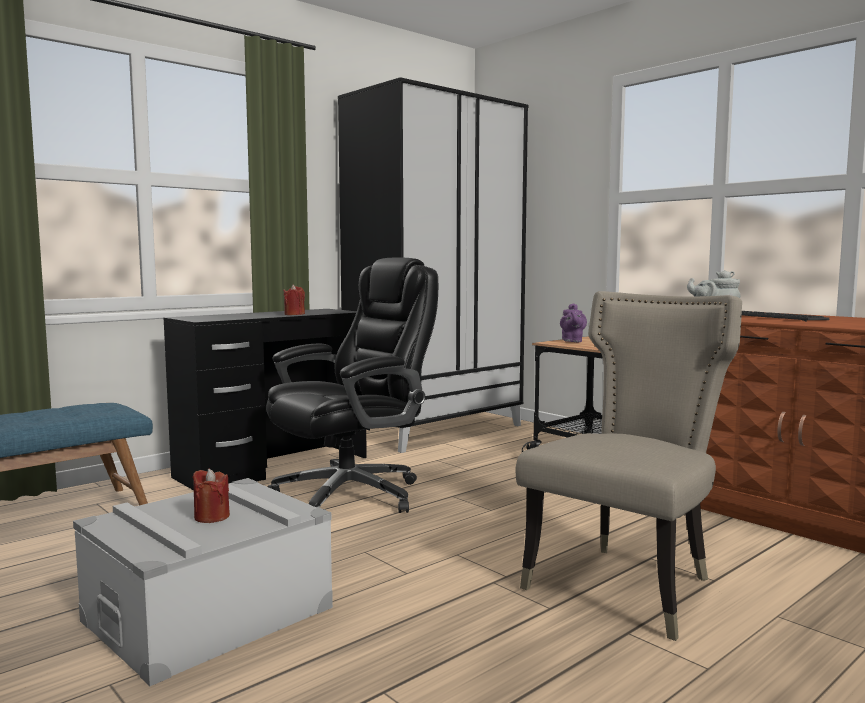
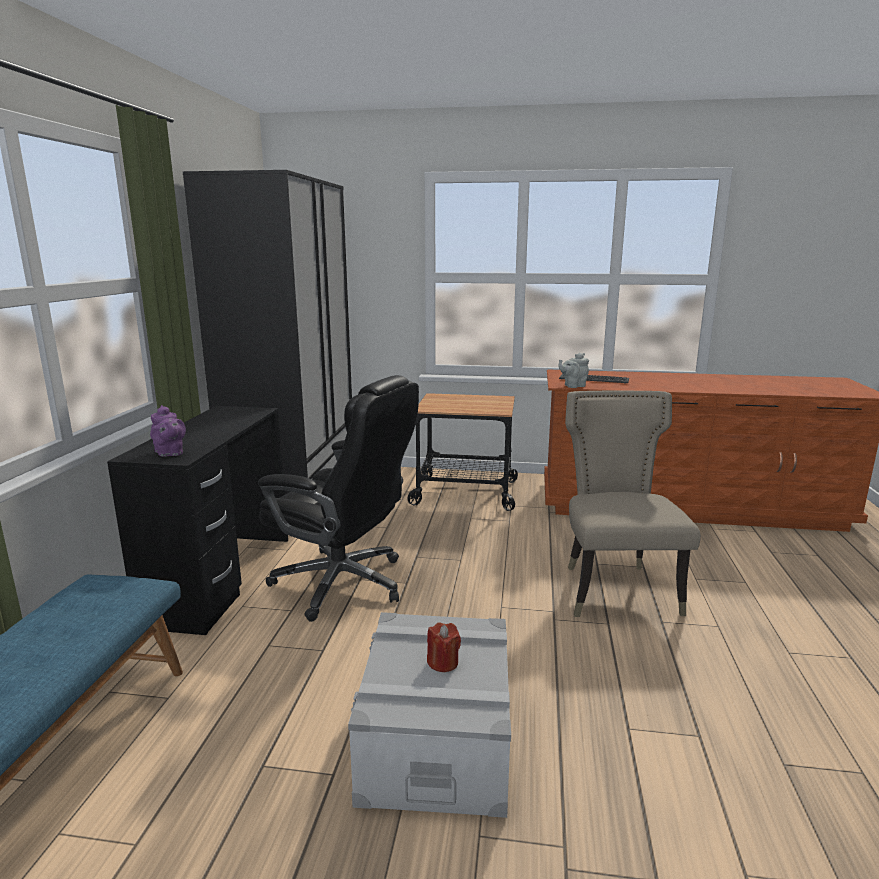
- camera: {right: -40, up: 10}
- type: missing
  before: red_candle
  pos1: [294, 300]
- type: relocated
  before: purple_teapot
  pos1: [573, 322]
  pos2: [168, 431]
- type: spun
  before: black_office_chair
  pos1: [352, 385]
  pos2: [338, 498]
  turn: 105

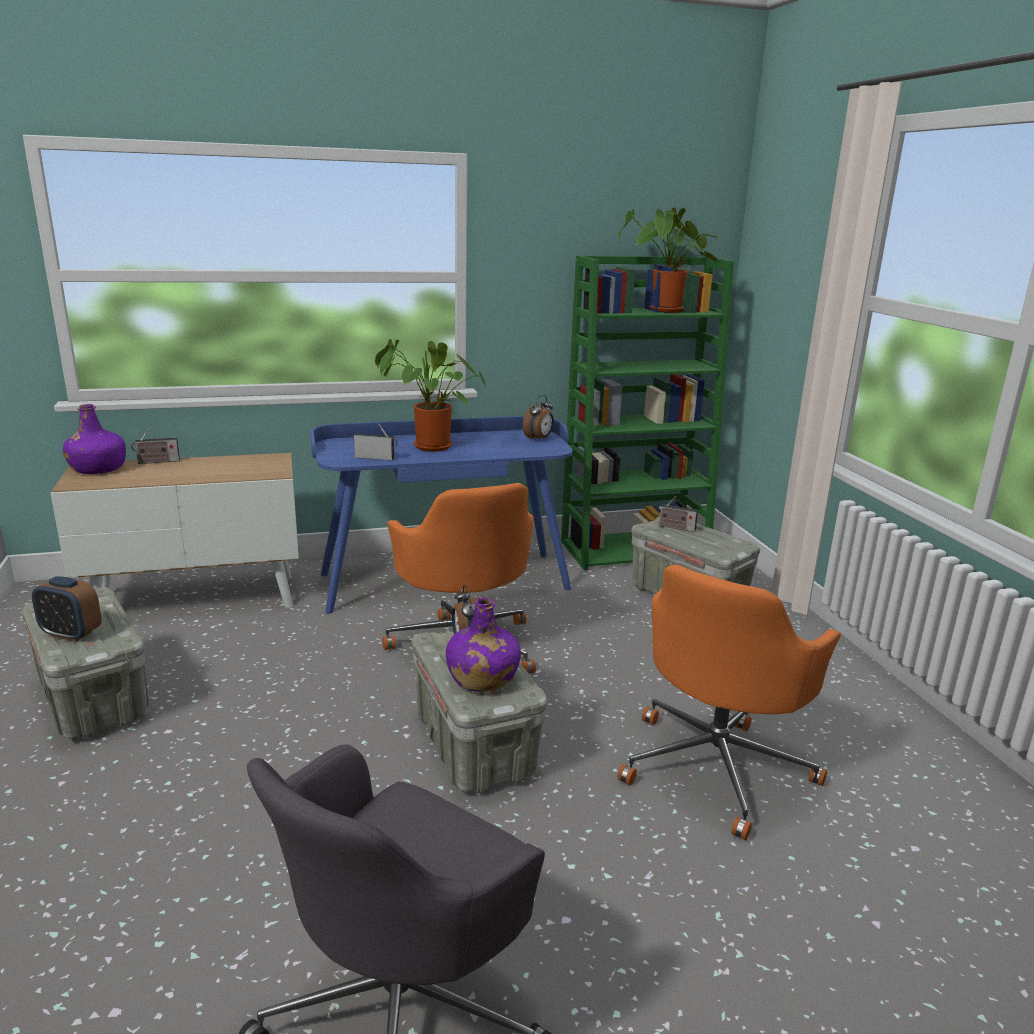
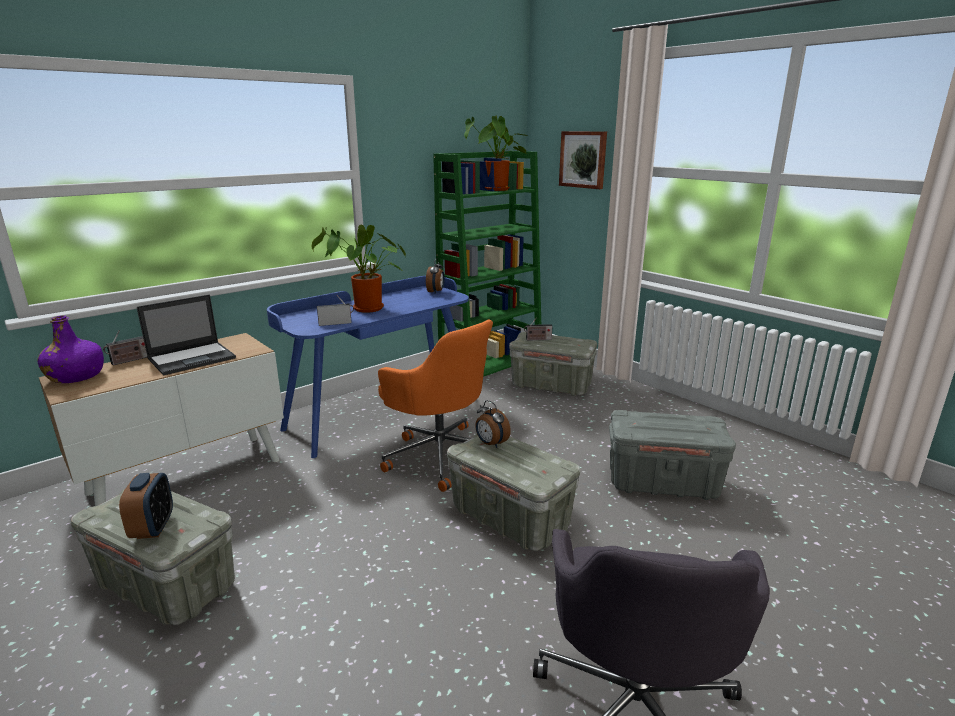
- camera: {right: -25, up: 0}
- type: missing
  before: purple_bottle
  pos1: [483, 644]
- type: appeared
  after: laptop
  pos2: [186, 335]
- type: appeared
  after: picture
  pos2: [583, 160]
- type: exchanged
  before: orange_office_chair
  after: grey_storage_box
  pos1: [729, 702]
  pos2: [672, 455]
- type: spun
  before: alarm_clock
  pos1: [67, 609]
  pos2: [146, 506]
  turn: -90

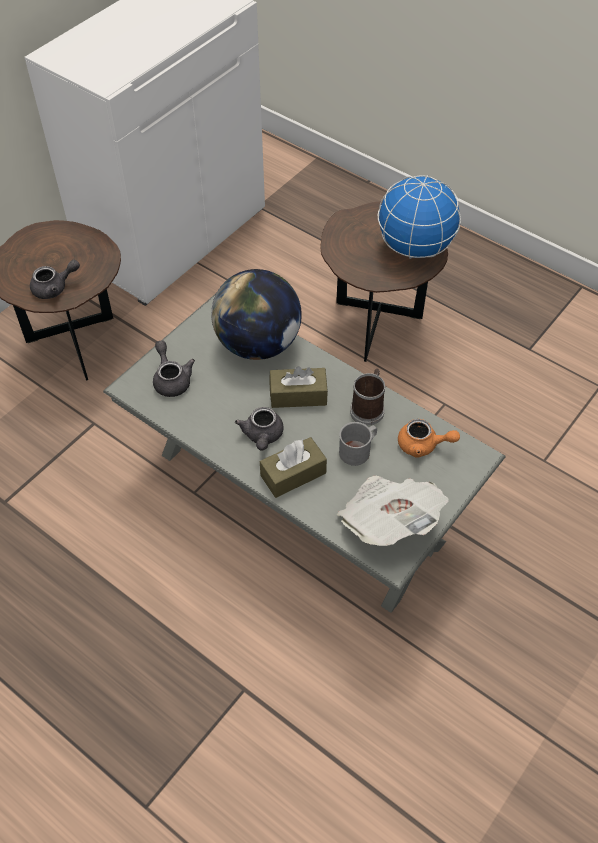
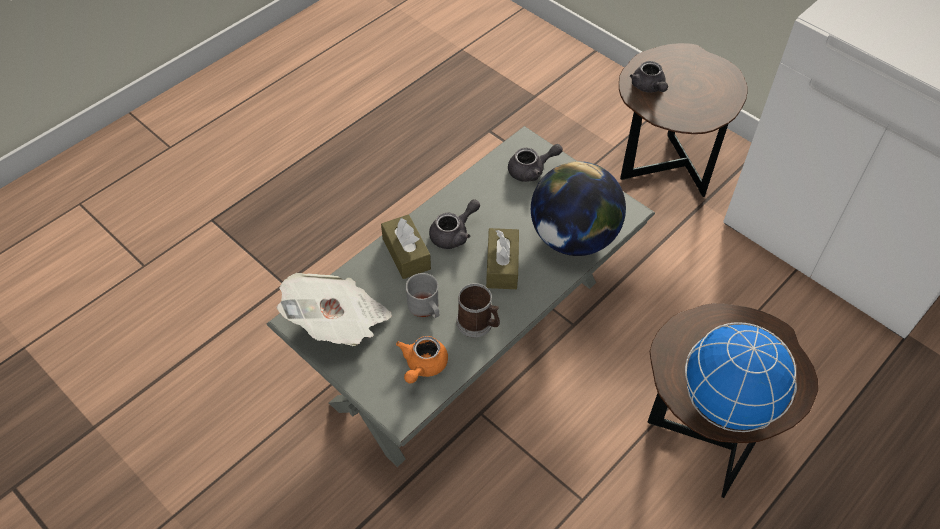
- camera: {right: 95, up: 0}
- type: spun
  before: grey_teapot
  pos1: [259, 429]
  pos2: [454, 224]
  turn: 135

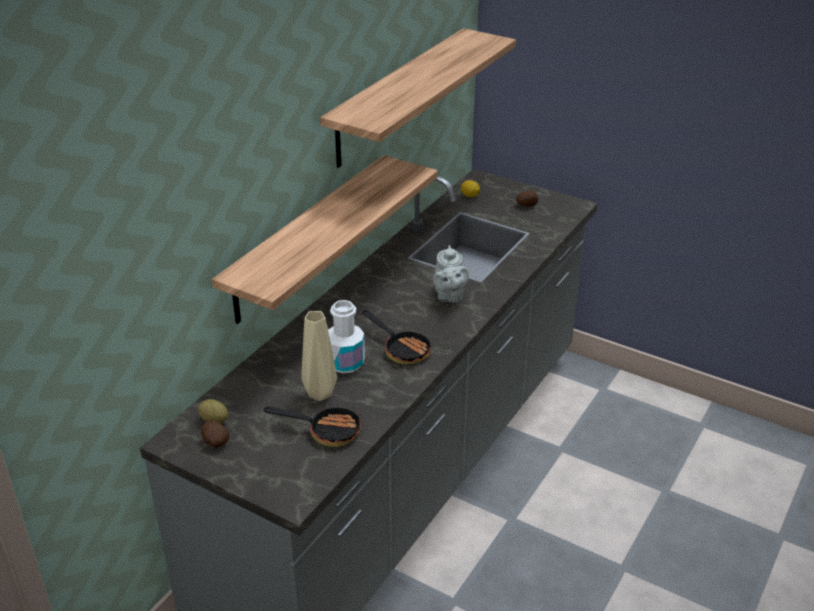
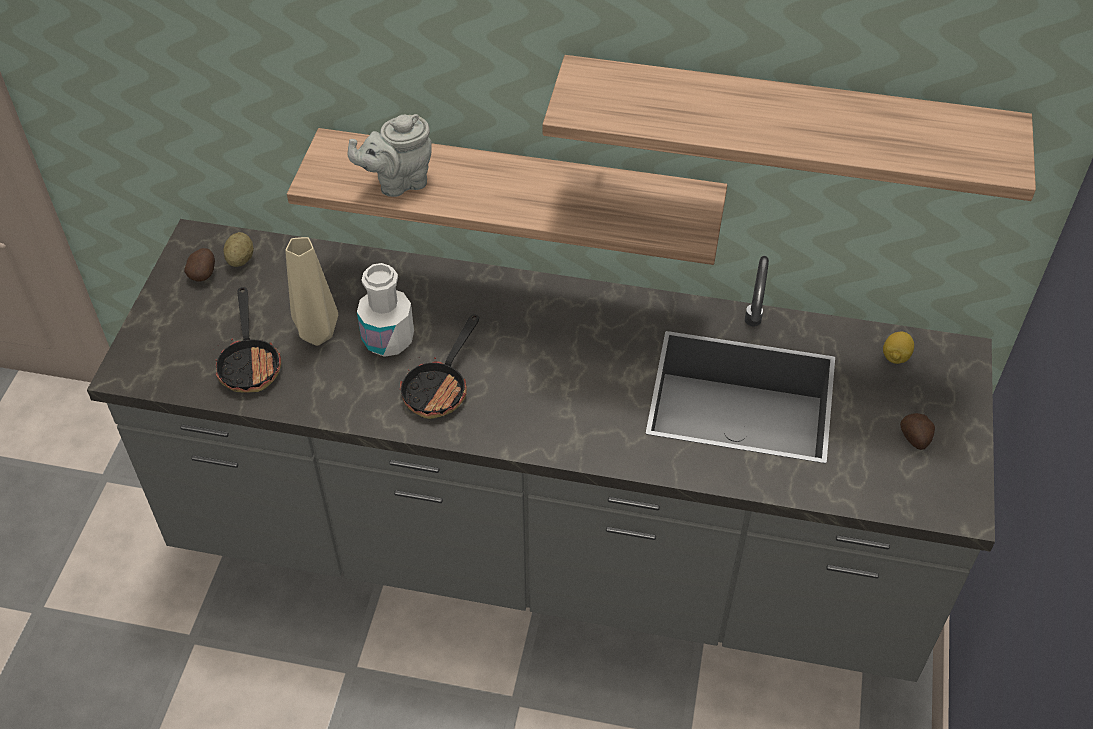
- camera: {right: 70, up: 15}
- type: relocated
  before: grey_teapot
  pos1: [451, 274]
  pos2: [389, 155]

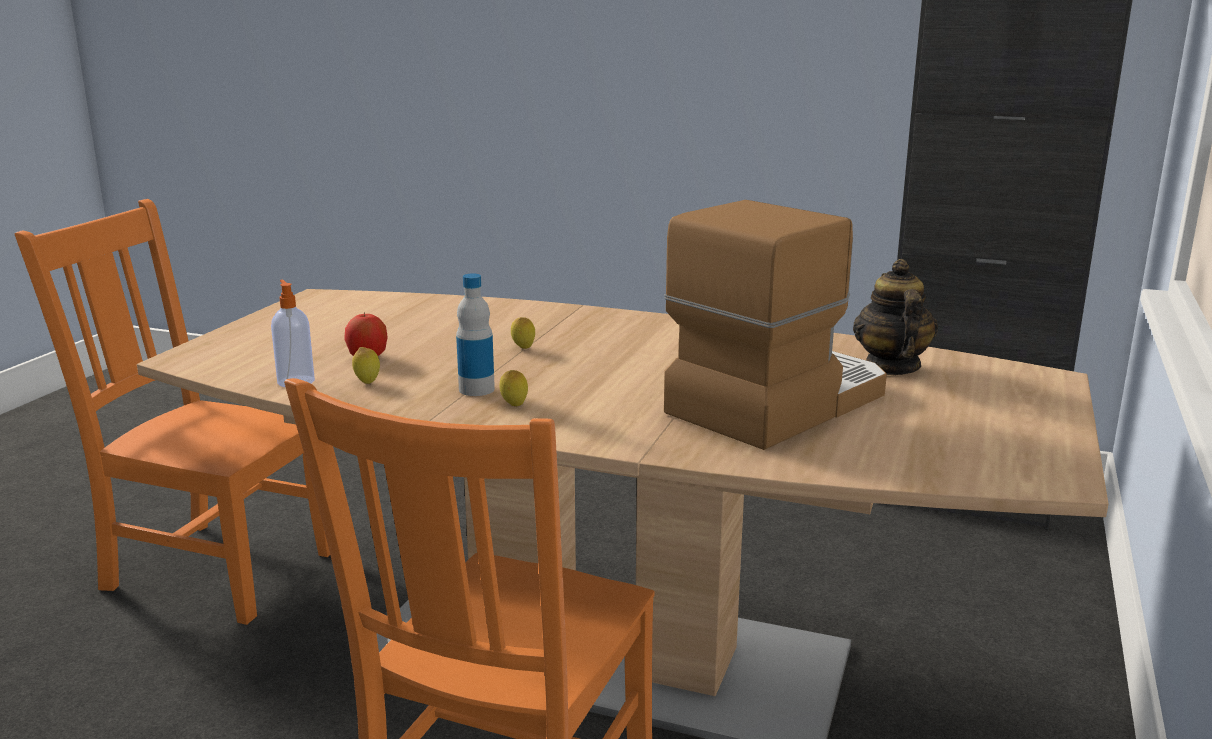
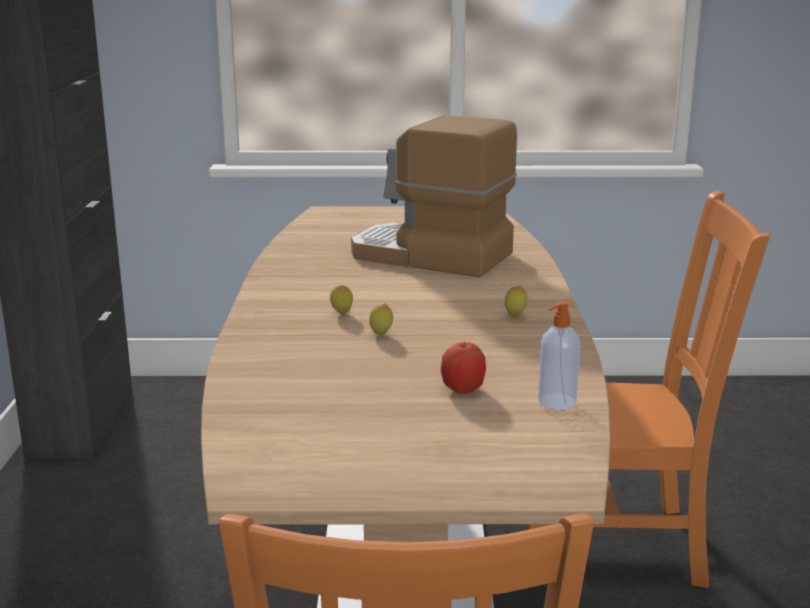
- camera: {right: -110, up: 0}
- type: missing
  before: bottle
  pos1: [475, 334]
- type: missing
  before: teapot
  pos1: [895, 317]
- type: relocated
  before: lemon
  pos1: [366, 365]
  pos2: [341, 299]

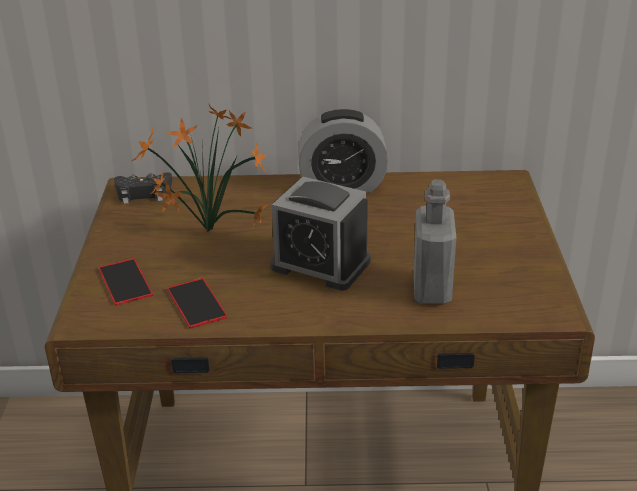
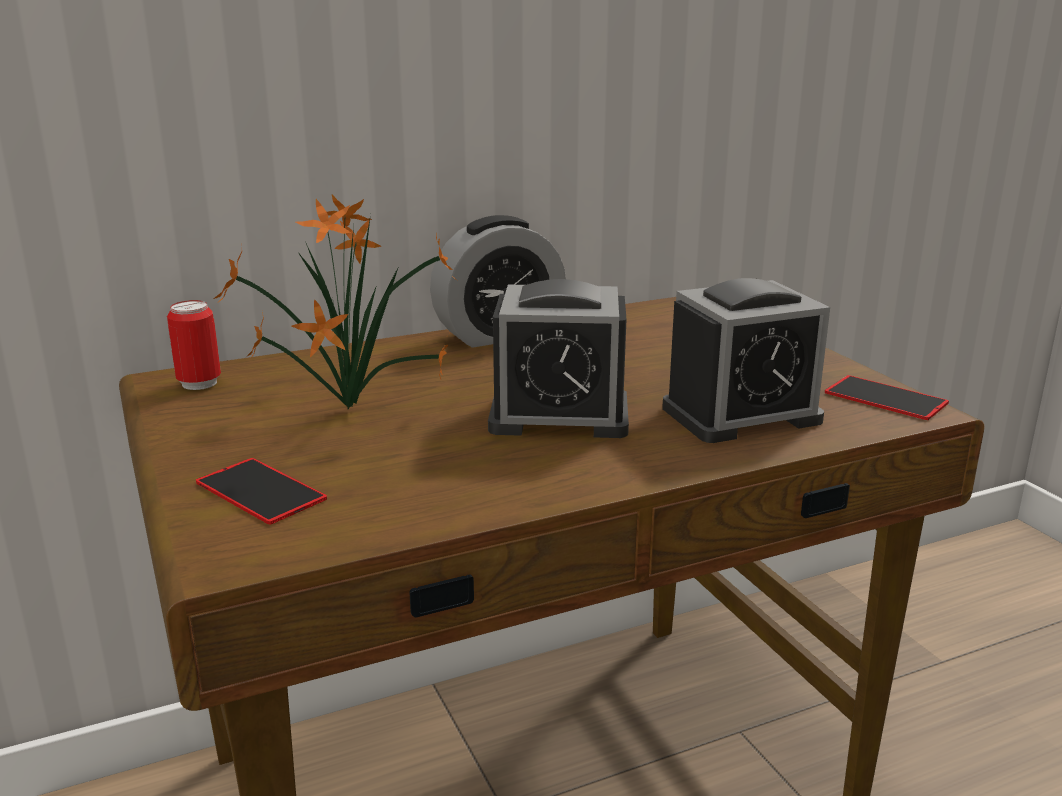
- camera: {right: -25, up: -10}
- type: relocated
  before: phone
  pos1: [197, 303]
  pos2: [887, 397]
- type: exchanged
  before: black_game_controller
  after: can
  pos1: [143, 188]
  pos2: [194, 345]
- type: exchanged
  before: grey_bottle
  after: alarm_clock
  pos1: [435, 242]
  pos2: [746, 360]

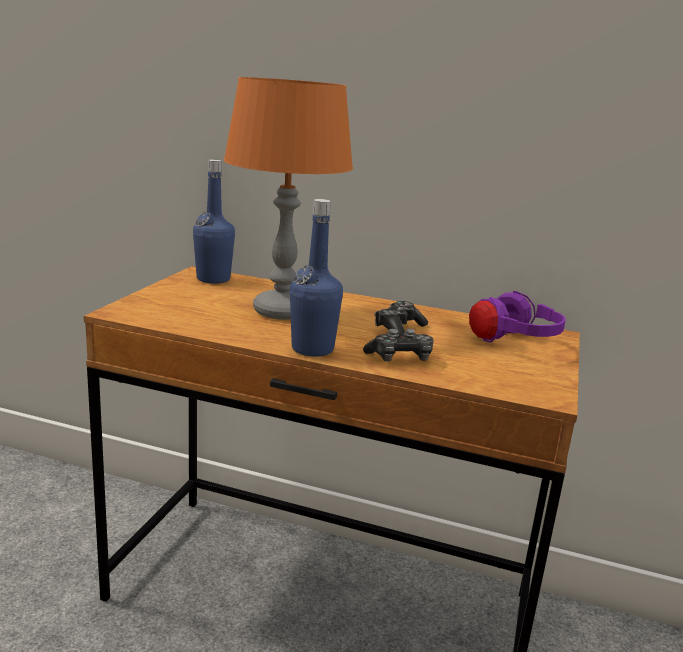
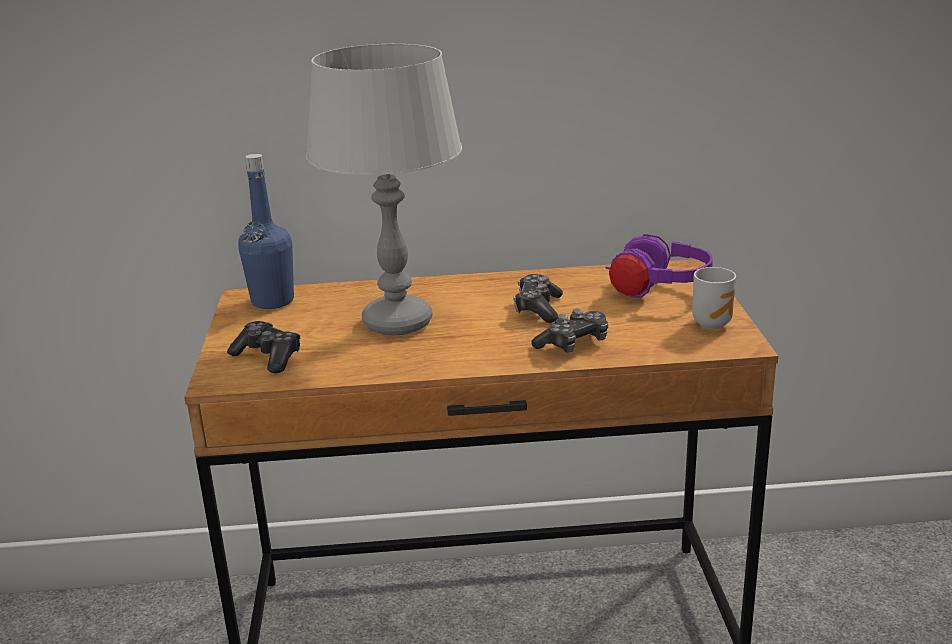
- camera: {right: -20, up: 5}
- type: missing
  before: blue_bottle
  pos1: [316, 278]
- type: appeared
  after: game_controller
  pos2: [263, 347]
- type: appeared
  after: mug
  pos2: [714, 298]
- type: colour
  before: orange_table_lamp
  after: grey_table_lamp
  pos1: [288, 198]
  pos2: [384, 189]

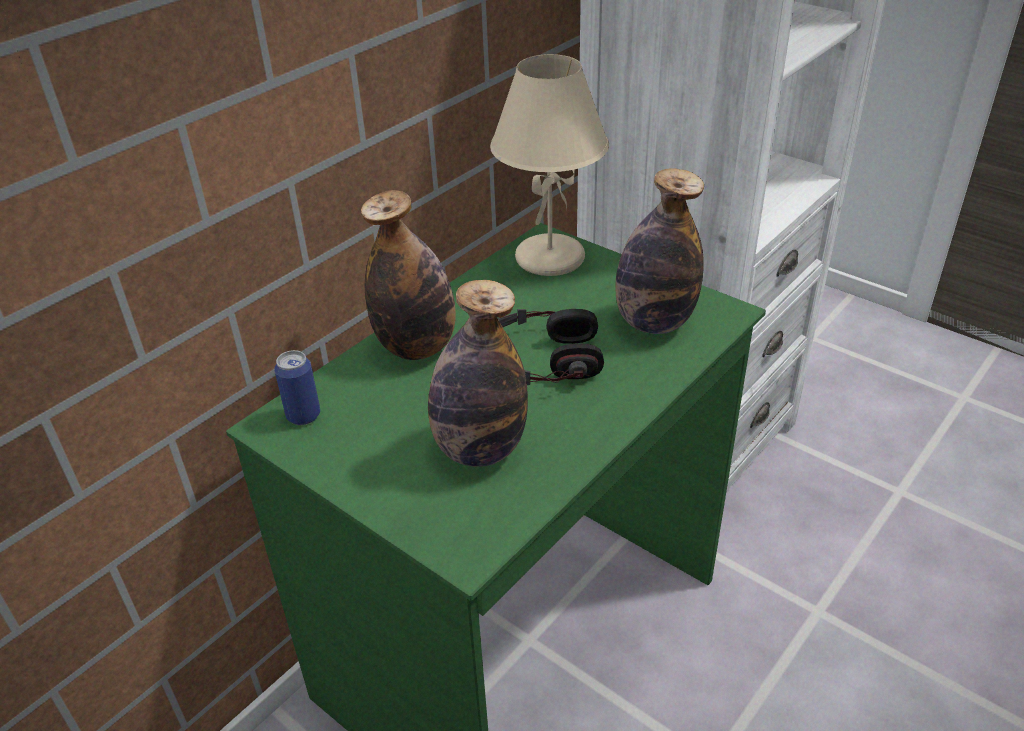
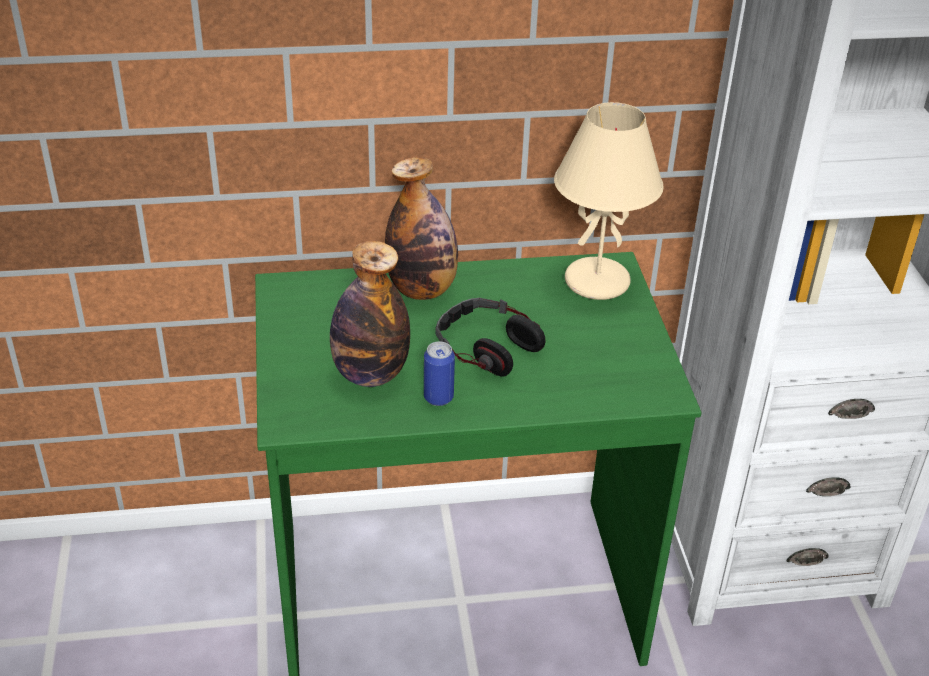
- camera: {right: 40, up: 0}
- type: missing
  before: bottle
  pos1: [659, 251]
- type: relocated
  before: can
  pos1: [297, 387]
  pos2: [439, 373]

